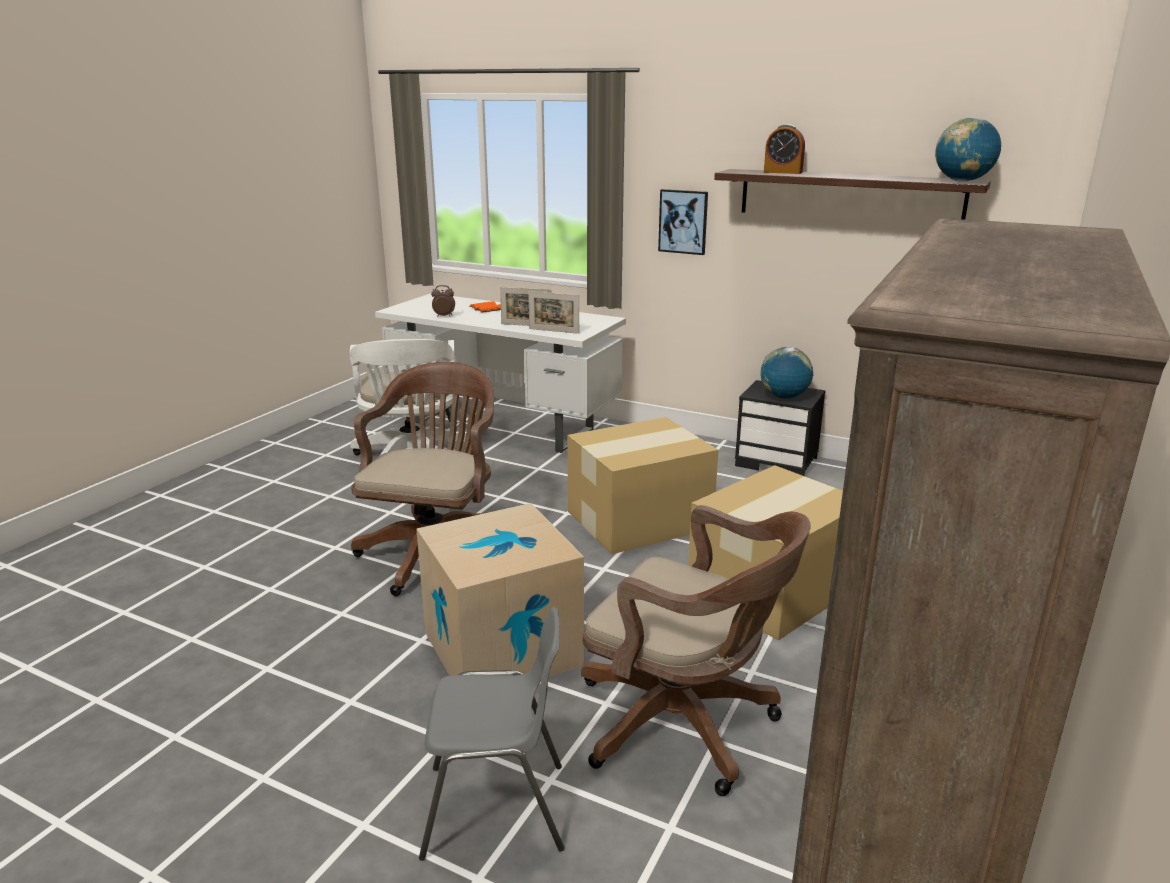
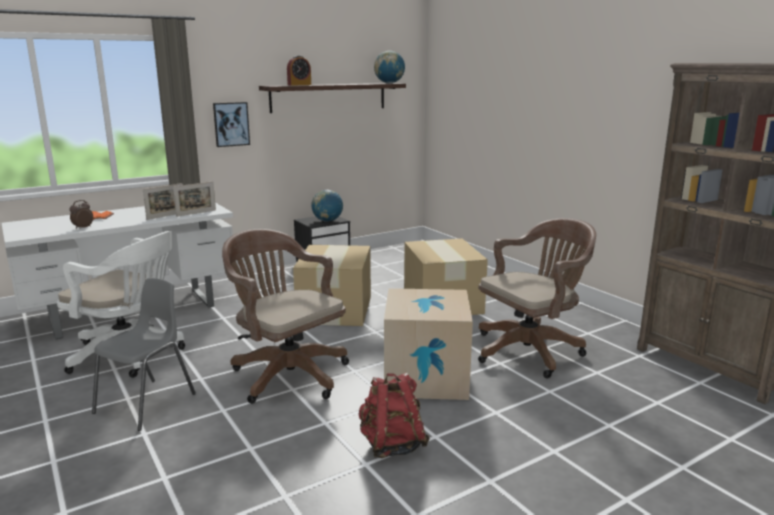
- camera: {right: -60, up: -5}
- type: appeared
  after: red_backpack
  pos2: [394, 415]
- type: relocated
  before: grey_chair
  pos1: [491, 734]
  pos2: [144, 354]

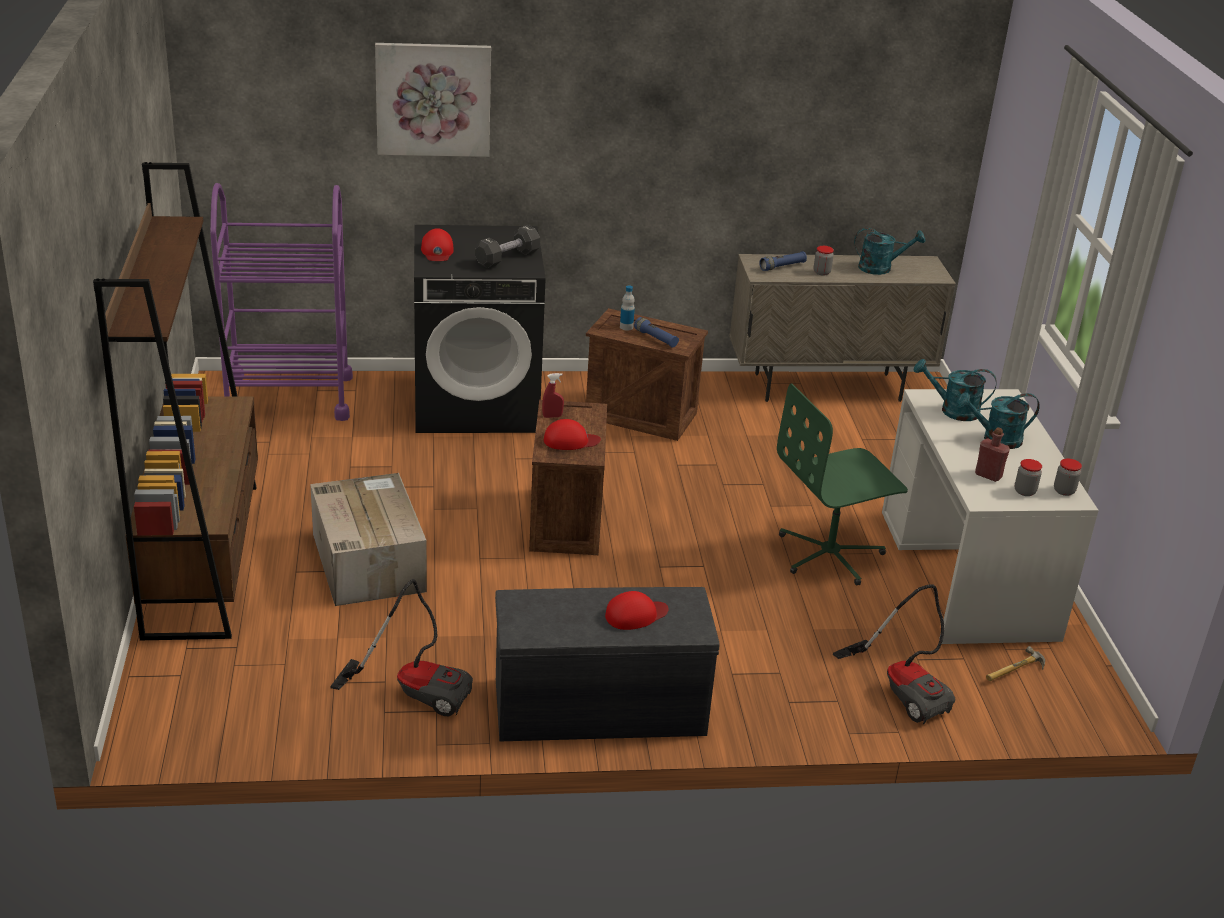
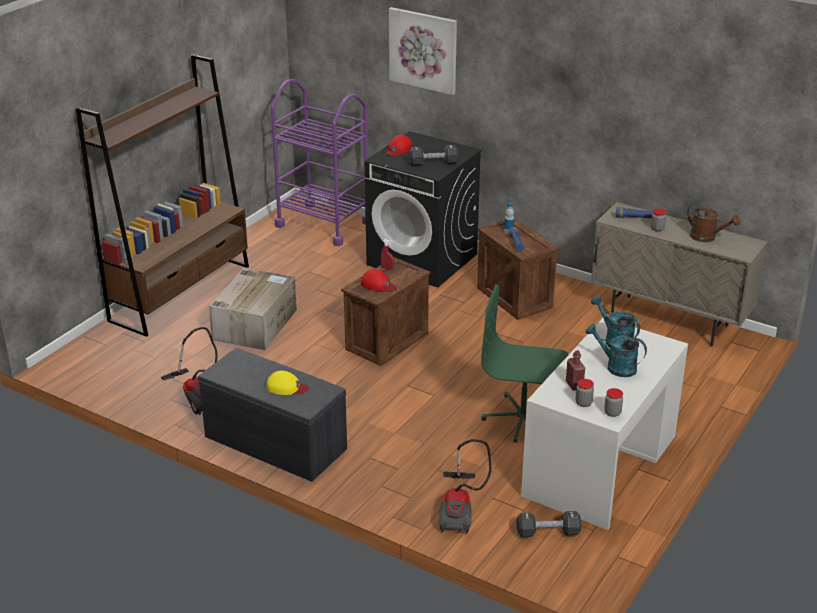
- camera: {right: 40, up: 0}
- type: exchanged
  before: hammer
  after: black_dumbbell
  pos1: [1015, 663]
  pos2: [549, 524]
- type: colour
  before: red_cap
  after: yellow_cap
  pos1: [636, 610]
  pos2: [287, 383]
- type: colour
  before: turquoise_watering_can
  after: brown_watering_can
  pos1: [889, 251]
  pos2: [713, 222]

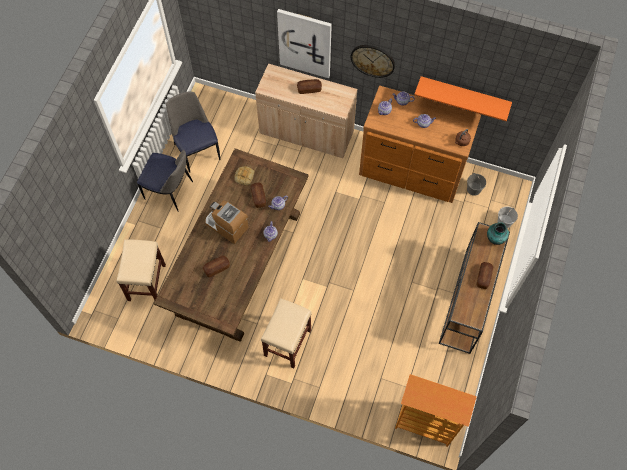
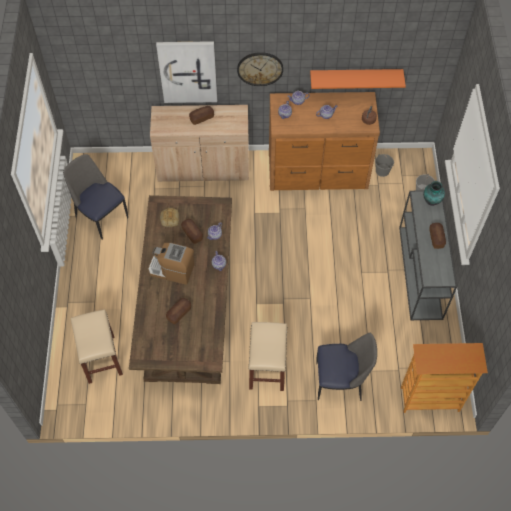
- camera: {right: -20, up: -5}
- type: relocated
  before: chair
  pos1: [165, 181]
  pos2: [346, 367]
- type: colour
  before: brown_console_table
  after: grey_console_table
  pos1: [474, 288]
  pos2: [428, 255]

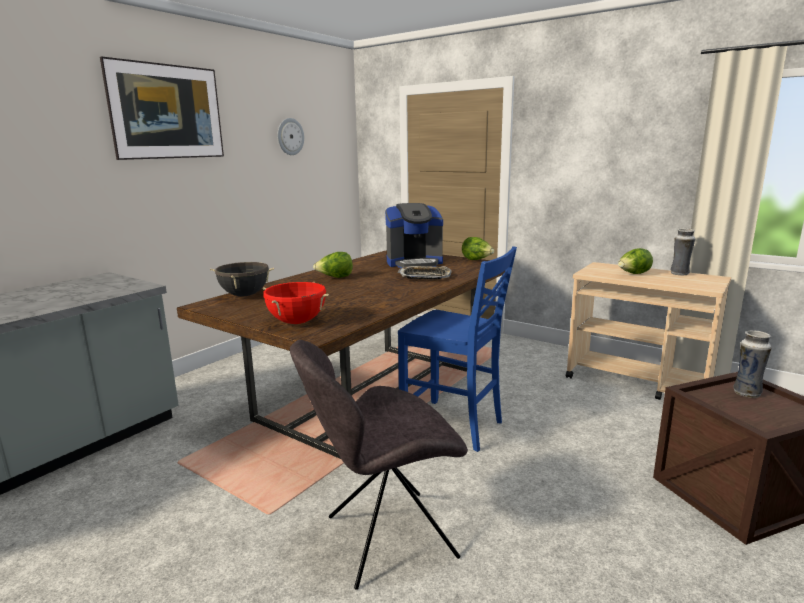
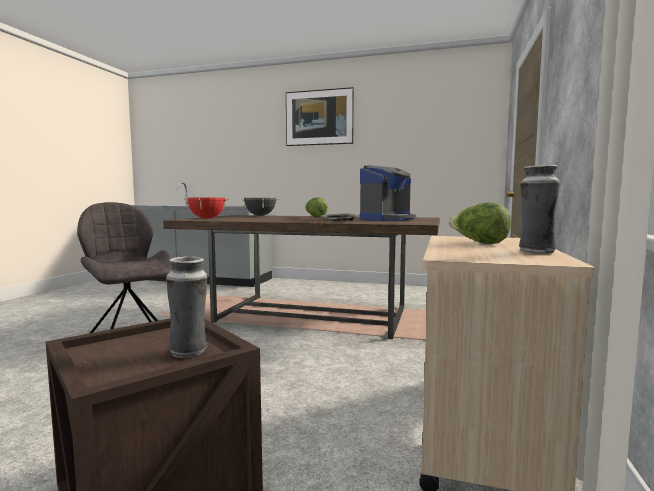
- camera: {right: 70, up: -10}
- type: missing
  before: wall_clock
  pos1: [290, 136]
- type: missing
  before: blue_chair
  pos1: [457, 349]
- type: missing
  before: lettuce
  pos1: [478, 248]
- type: spun
  before: coffee_machine
  pos1: [414, 235]
  pos2: [388, 193]
  turn: -105

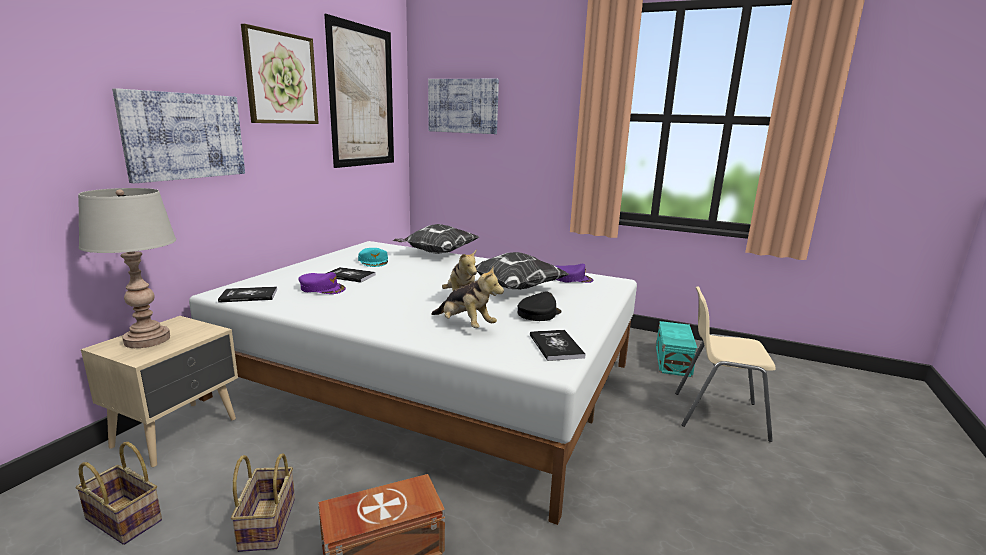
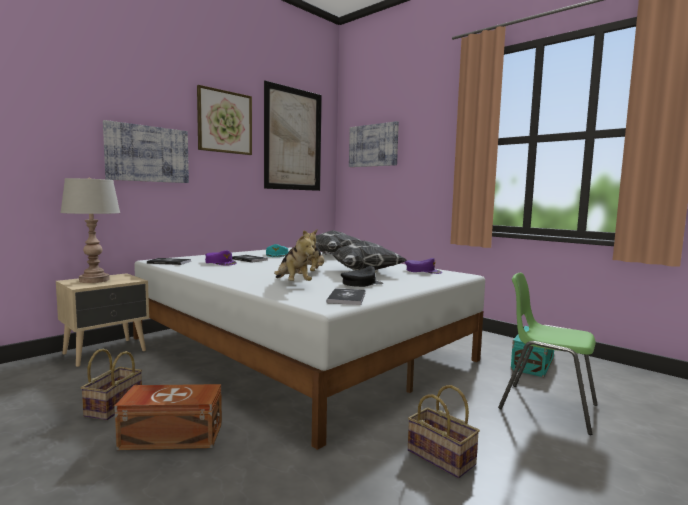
- camera: {right: 20, up: -10}
- type: relocated
  before: basket
  pos1: [119, 493]
  pos2: [444, 431]
- type: colour
  before: beige_chair
  after: green_chair
  pos1: [725, 364]
  pos2: [548, 354]

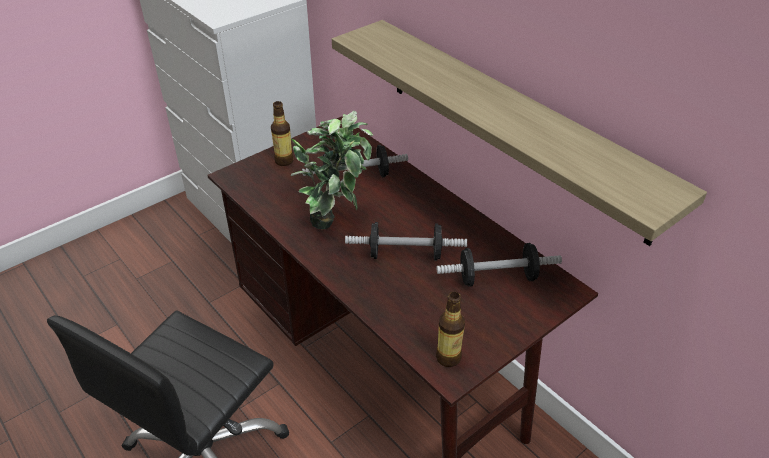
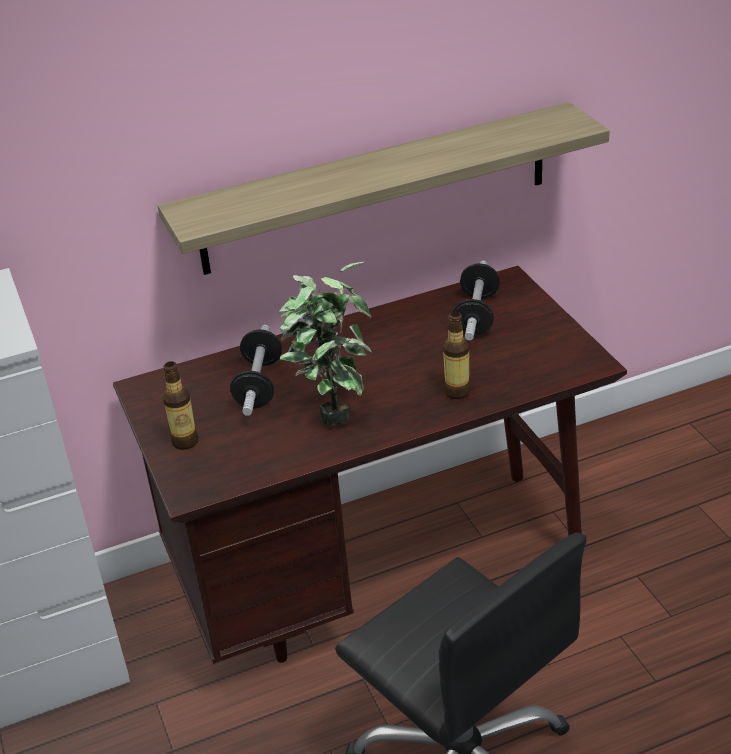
- camera: {right: -70, up: -5}
- type: missing
  before: dumbbell
  pos1: [406, 241]
- type: relocated
  before: bottle
  pos1: [450, 329]
  pos2: [457, 355]

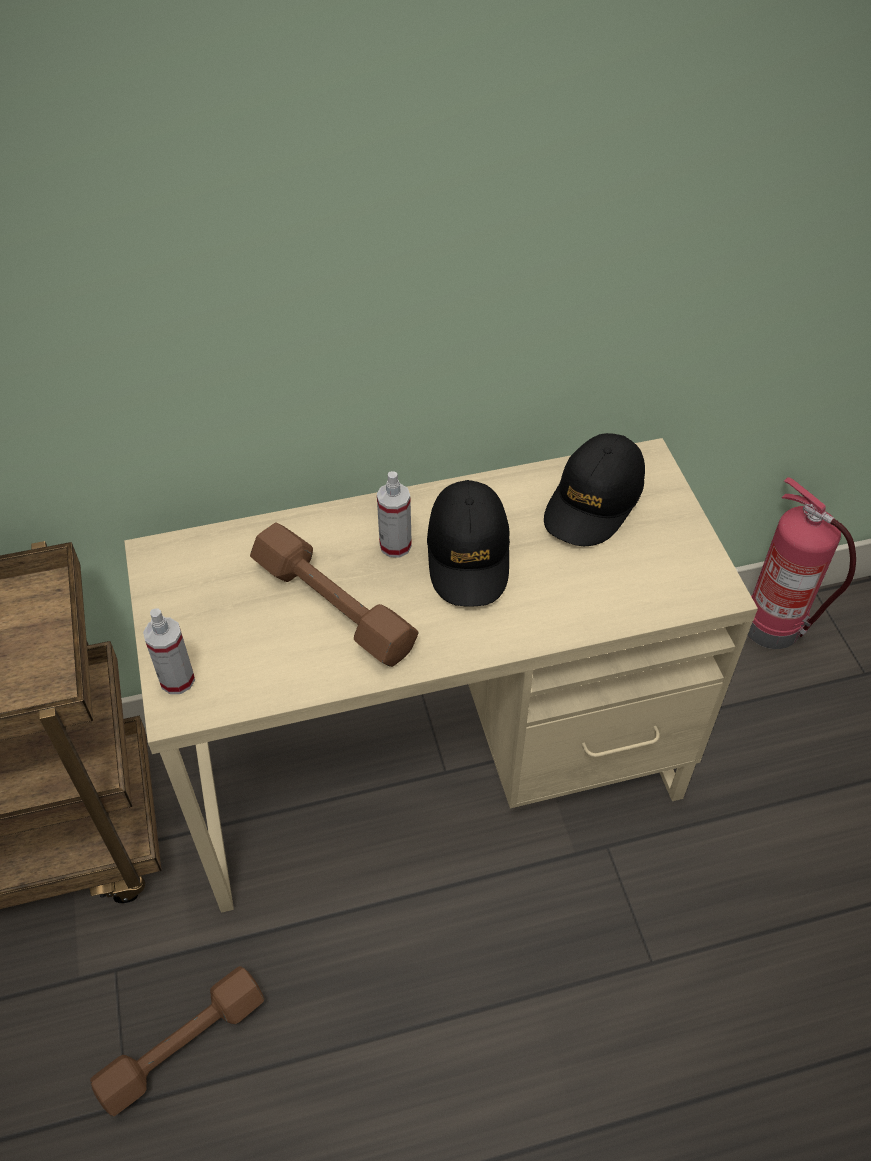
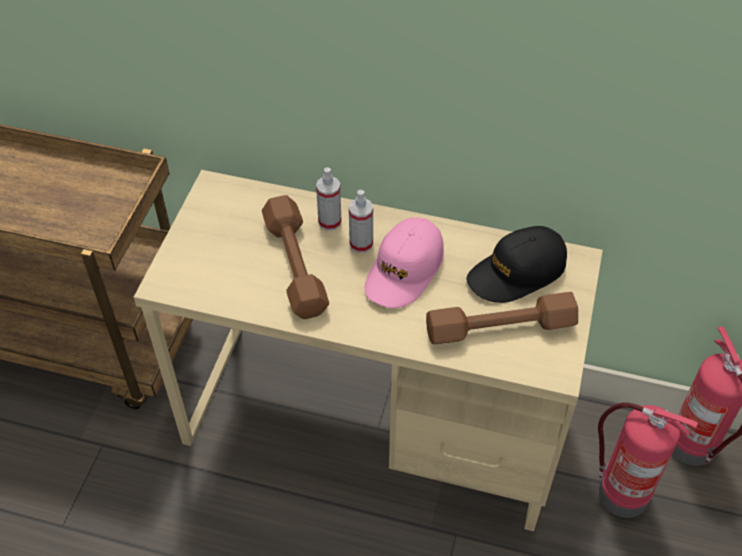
- camera: {right: 30, up: 0}
- type: appeared
  after: fire_extinguisher
  pos2: [648, 460]
- type: relocated
  before: brown_dumbbell
  pos1: [177, 1041]
  pos2: [502, 318]
- type: relocated
  before: spray_bottle
  pos1: [169, 651]
  pos2: [328, 199]
- type: colour
  before: black_cap
  after: pink_cap
  pos1: [468, 543]
  pos2: [404, 262]

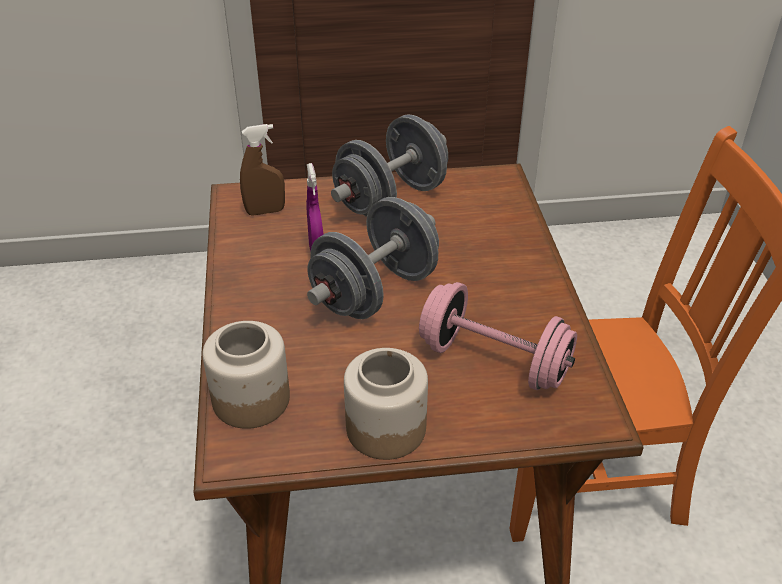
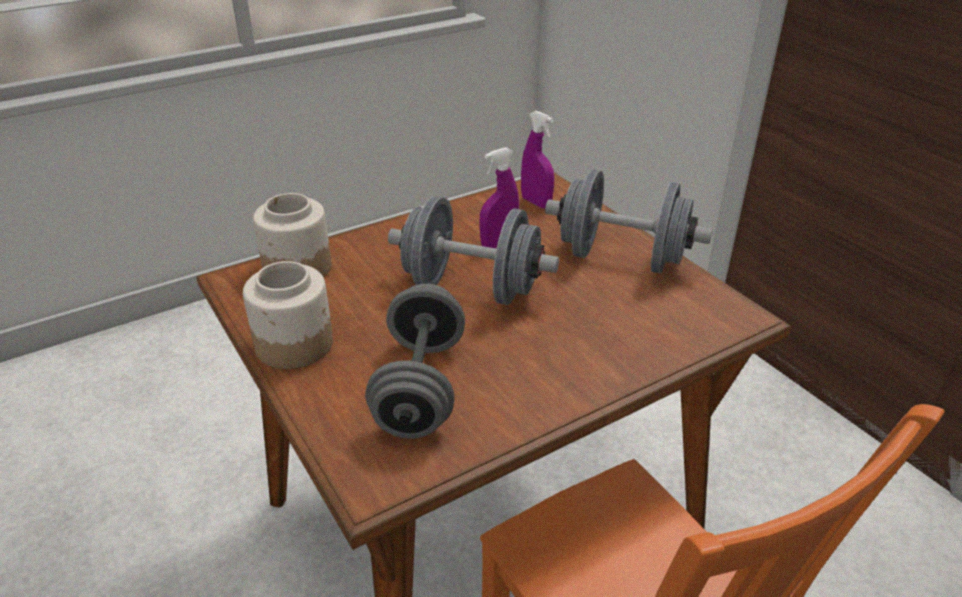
- camera: {right: 65, up: -5}
- type: colour
  before: brown_spray_bottle
  after: purple_spray_bottle
  pos1: [262, 170]
  pos2: [537, 159]
- type: colour
  before: pink_dumbbell
  after: grey_dumbbell
  pos1: [498, 336]
  pos2: [415, 361]

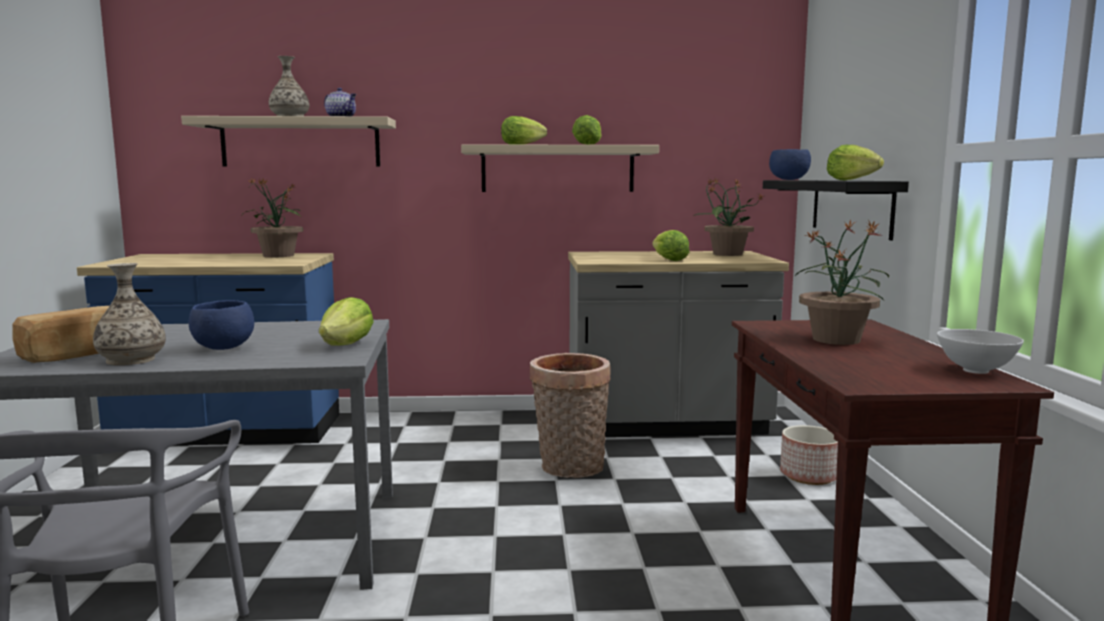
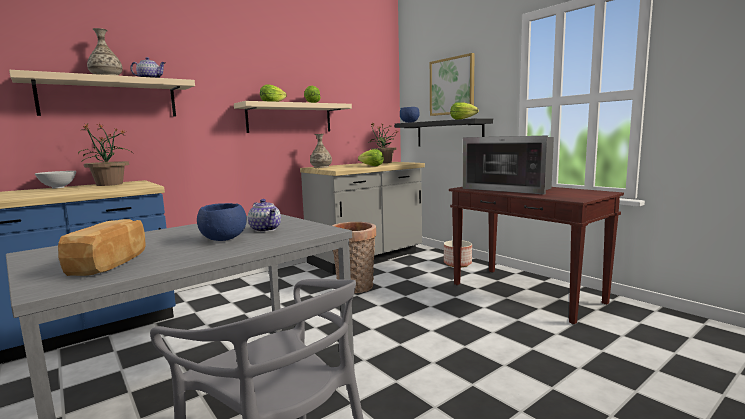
- camera: {right: -35, up: 0}
- type: missing
  before: lettuce
  pos1: [346, 321]
- type: appeared
  after: teapot
  pos2: [264, 215]
- type: appeared
  after: picture
  pos2: [452, 84]
- type: relocated
  before: vase
  pos1: [129, 314]
  pos2: [321, 151]
- type: relocated
  before: white_bowl
  pos1: [980, 351]
  pos2: [55, 179]
- type: exchanged
  before: potted_plant
  after: microwave
  pos1: [841, 282]
  pos2: [508, 164]

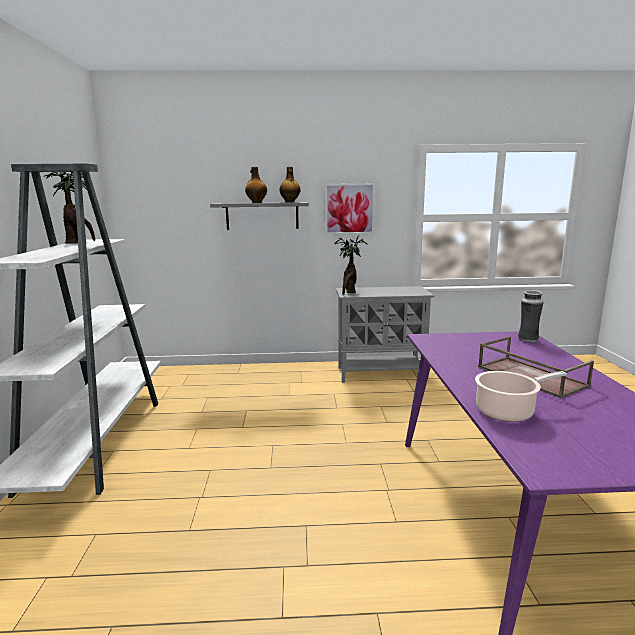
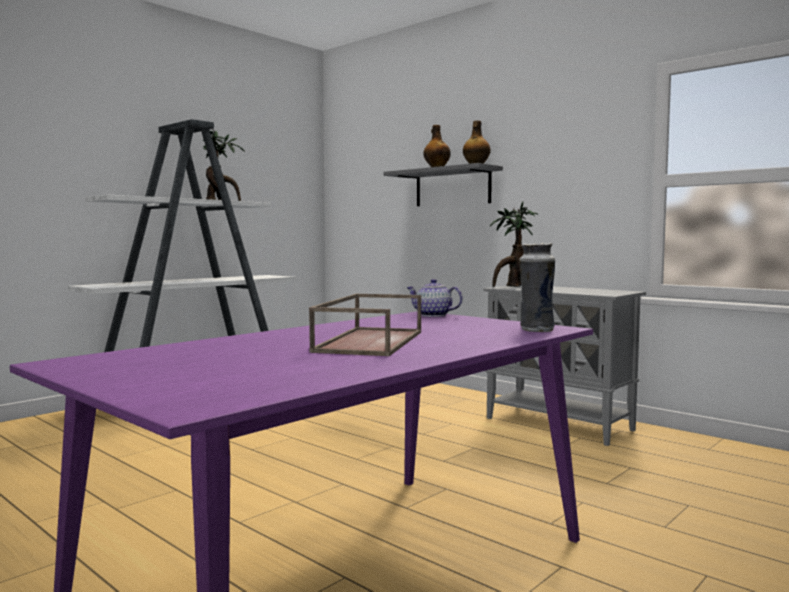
- camera: {right: 45, up: -10}
- type: missing
  before: picture
  pos1: [350, 209]
- type: missing
  before: cooking_pot
  pos1: [521, 396]
- type: appeared
  after: teapot
  pos2: [435, 298]

